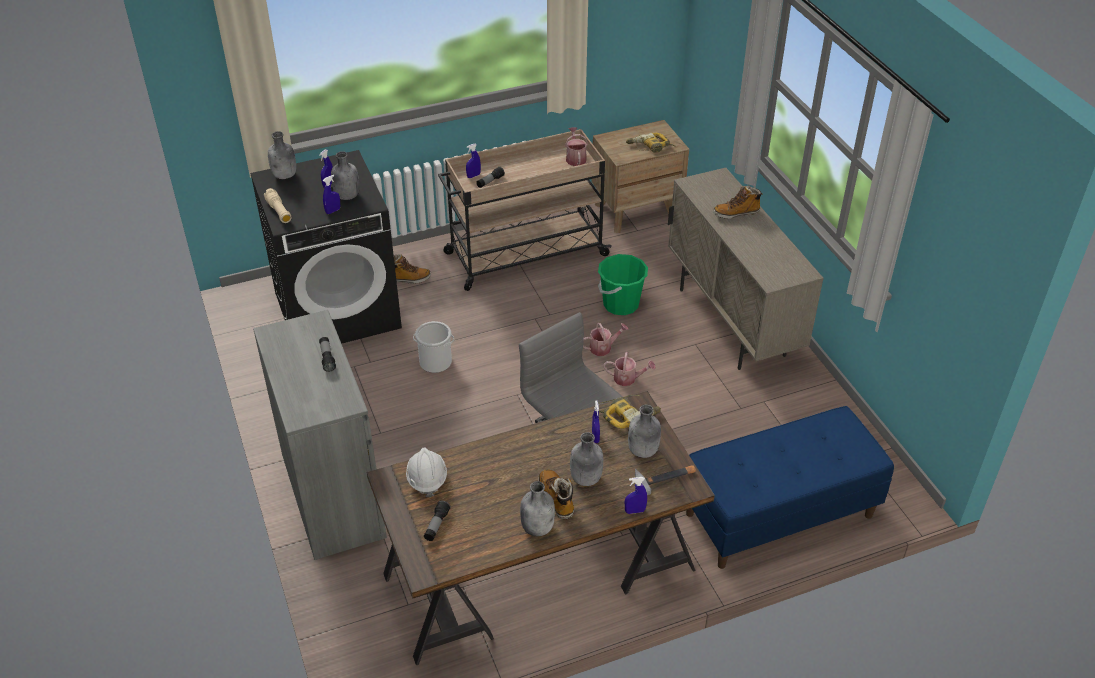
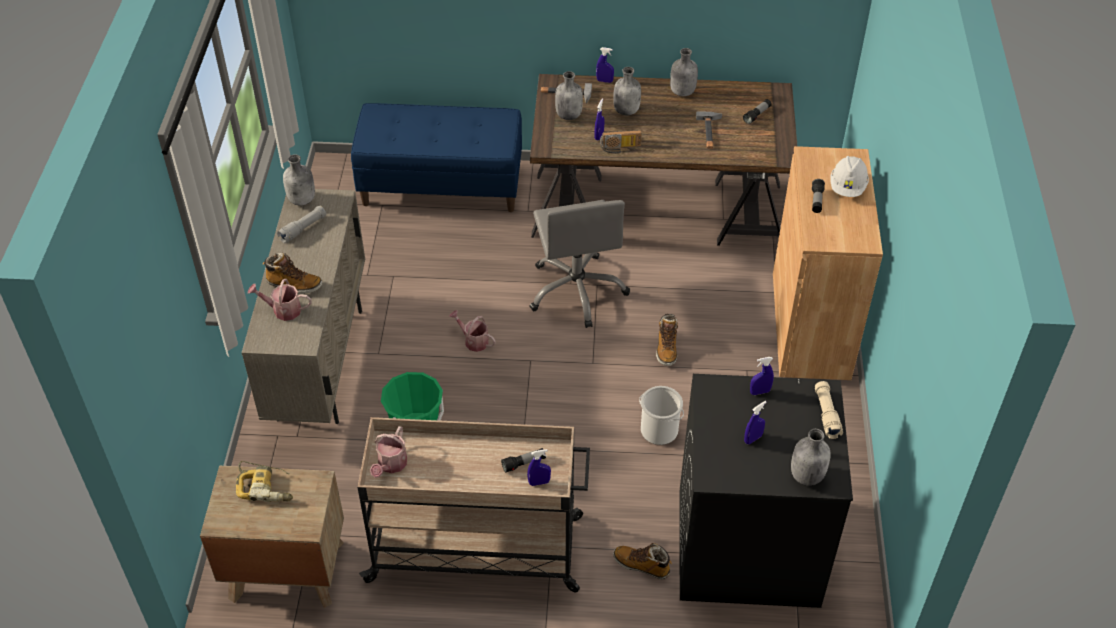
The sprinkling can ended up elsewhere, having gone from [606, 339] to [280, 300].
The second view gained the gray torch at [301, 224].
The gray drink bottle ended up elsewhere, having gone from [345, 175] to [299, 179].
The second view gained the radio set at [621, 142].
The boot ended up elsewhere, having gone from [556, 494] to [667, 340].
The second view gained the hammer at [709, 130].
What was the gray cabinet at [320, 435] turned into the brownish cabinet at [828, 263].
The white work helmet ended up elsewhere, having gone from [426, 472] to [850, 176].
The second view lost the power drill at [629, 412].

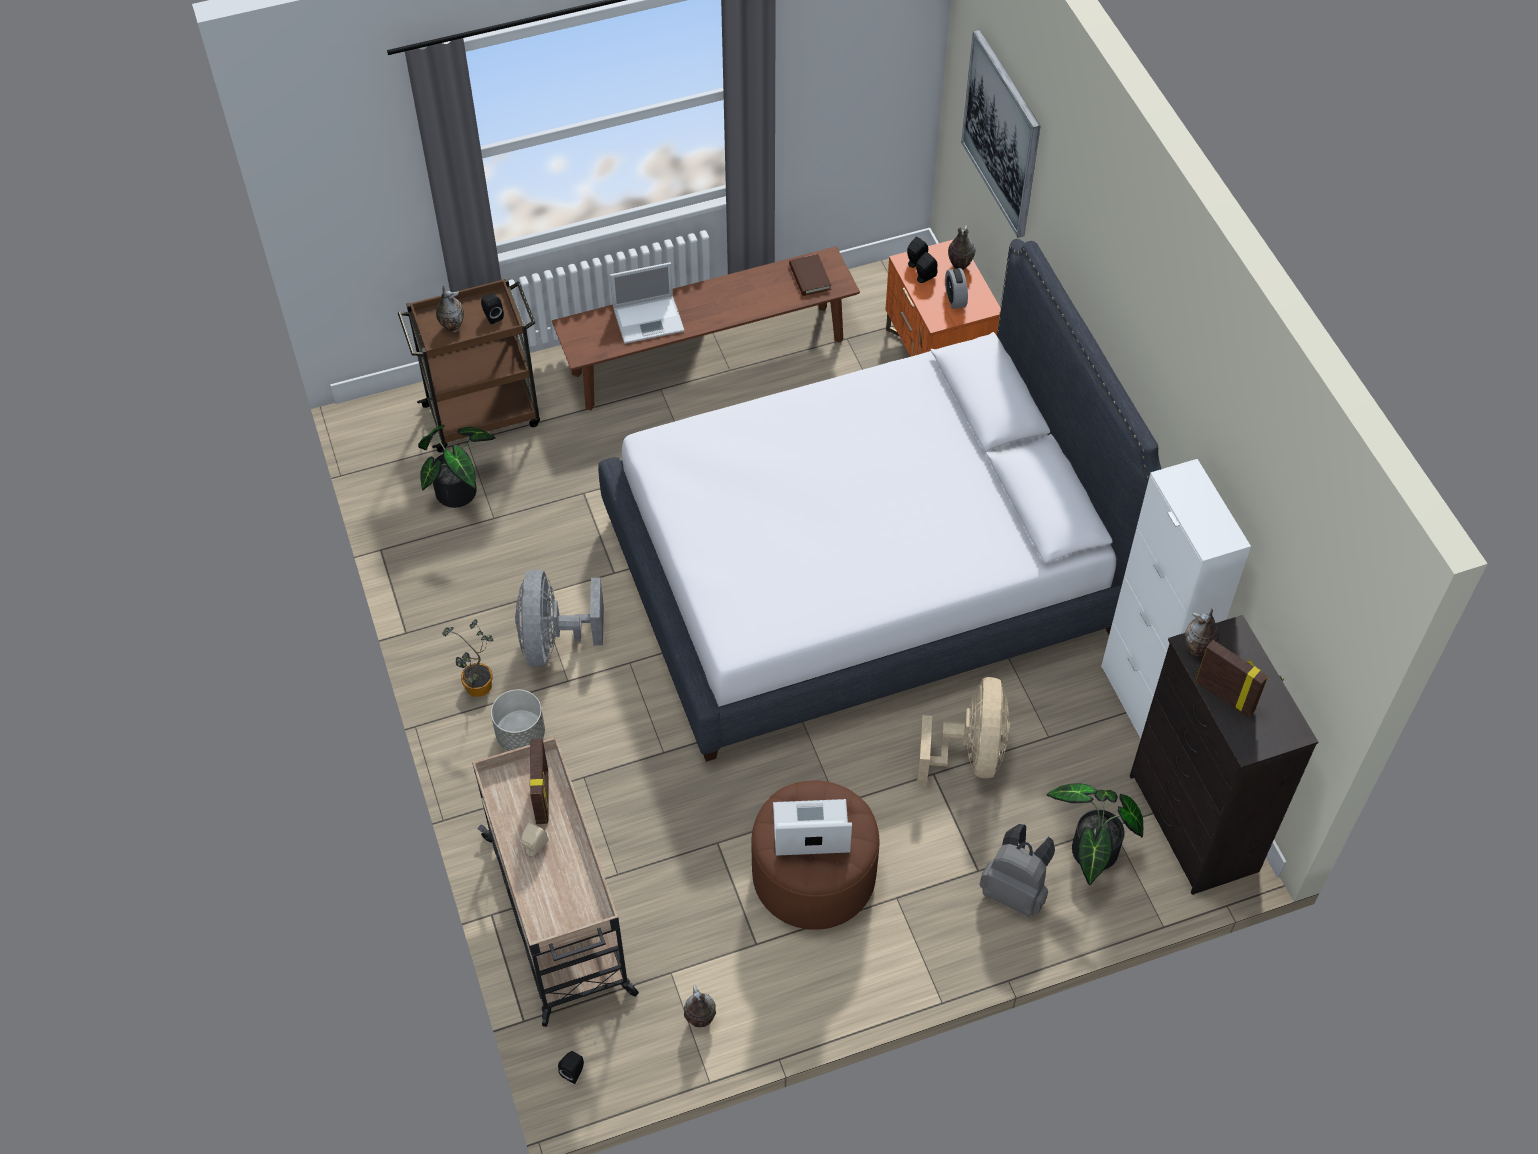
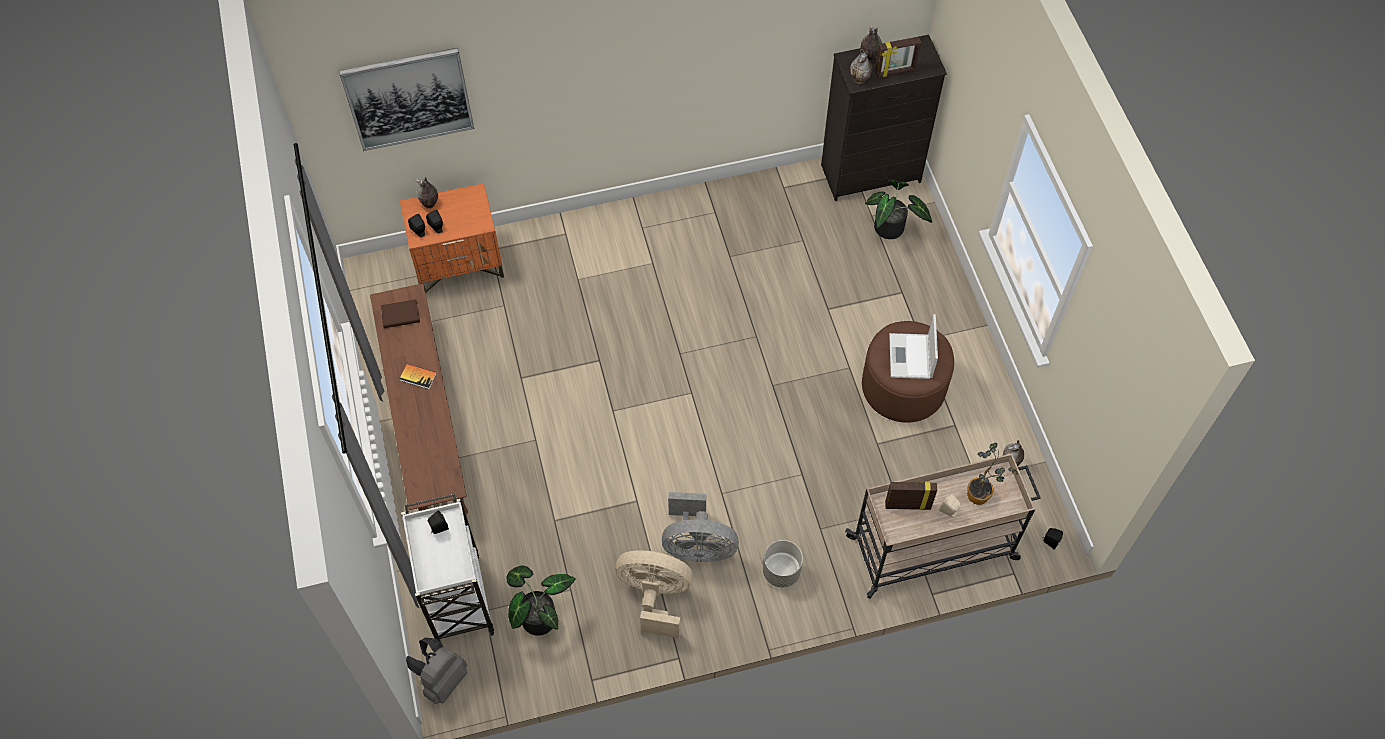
The second view gained the bound book at [418, 376].
What was the brownish wheeled cart at [469, 365] turned into the white wheeled cart at [447, 568].
The gray rucksack ended up elsewhere, having gone from [1017, 870] to [436, 671].
The sand-coloured electric fan ended up elsewhere, having gone from [963, 731] to [653, 594].
The flower vase ended up elsewhere, having gone from [450, 308] to [871, 43].
The photo frame at [1231, 679] ended up facing another way, 150 degrees counterclockwise from before.
The houseplant ended up elsewhere, having gone from [467, 658] to [992, 474].
The second view lost the white bed at [879, 500].
The second view lost the notebook computer at [647, 303].
The second view lost the table clock at [956, 288].
The second view lost the white cabinet at [1176, 599].

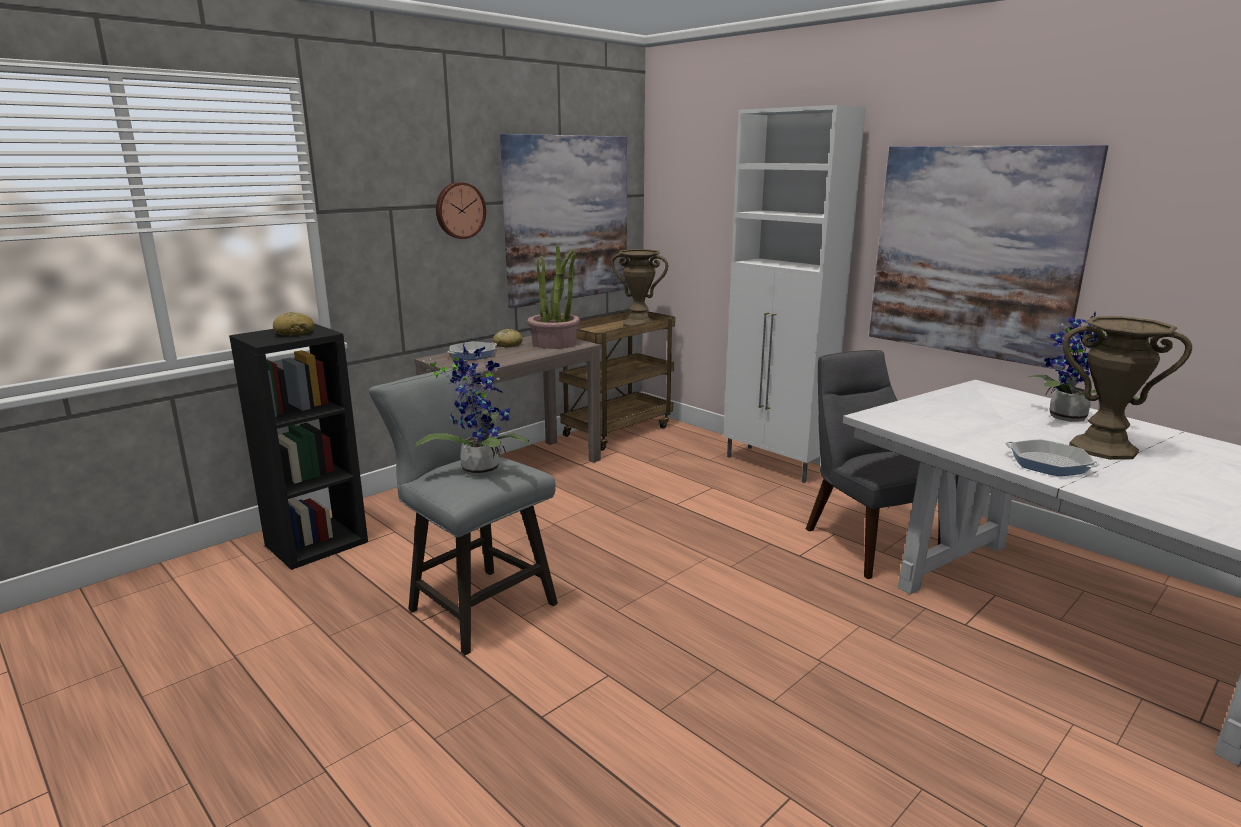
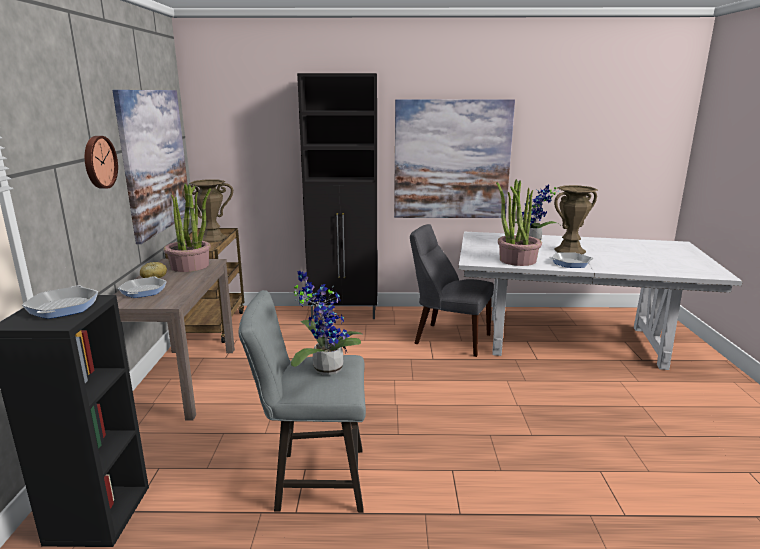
Where the bakery bread stood at [293, 323], the pan came to stand at [60, 302].
What was the white cabinet at [794, 294] turned into the black-coloured cabinet at [337, 196].
The second view gained the houseplant at [519, 222].

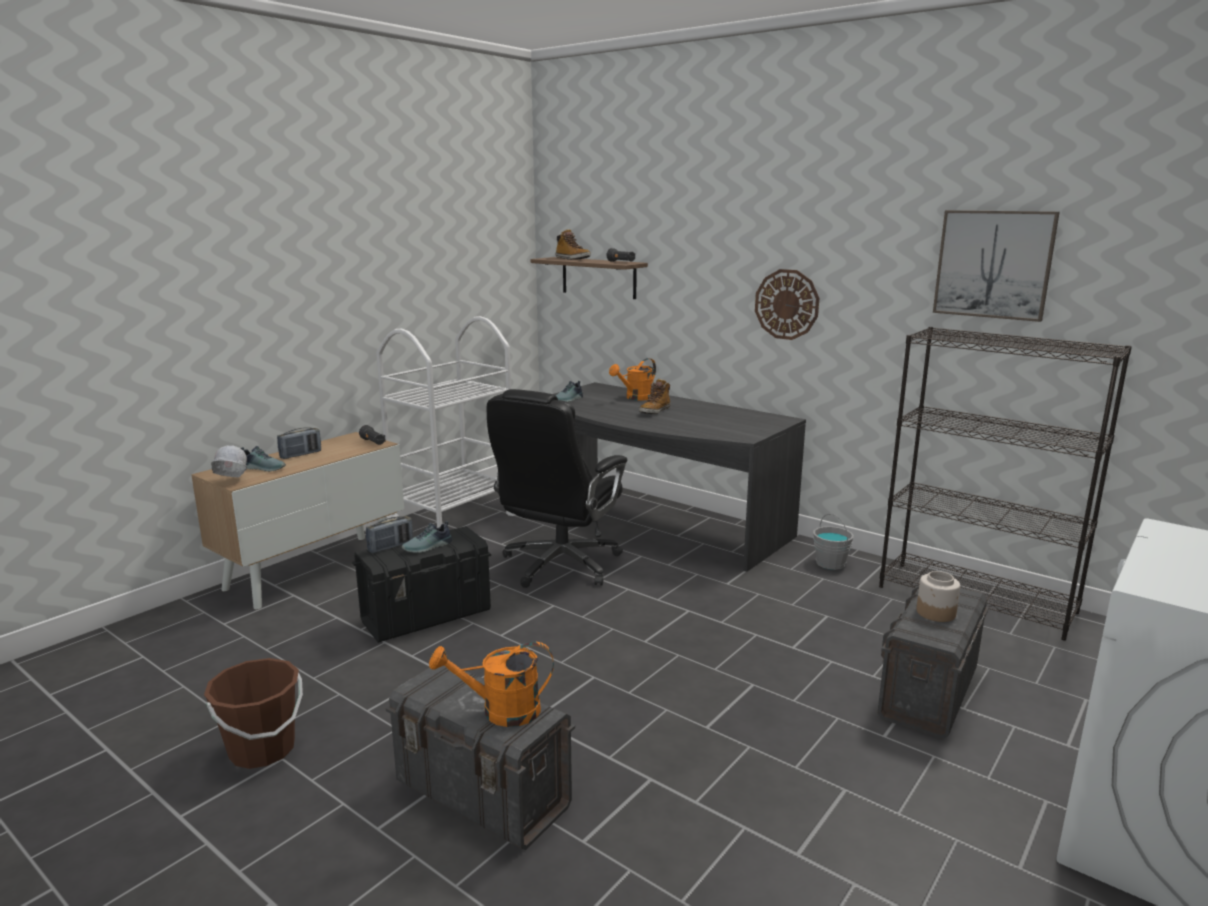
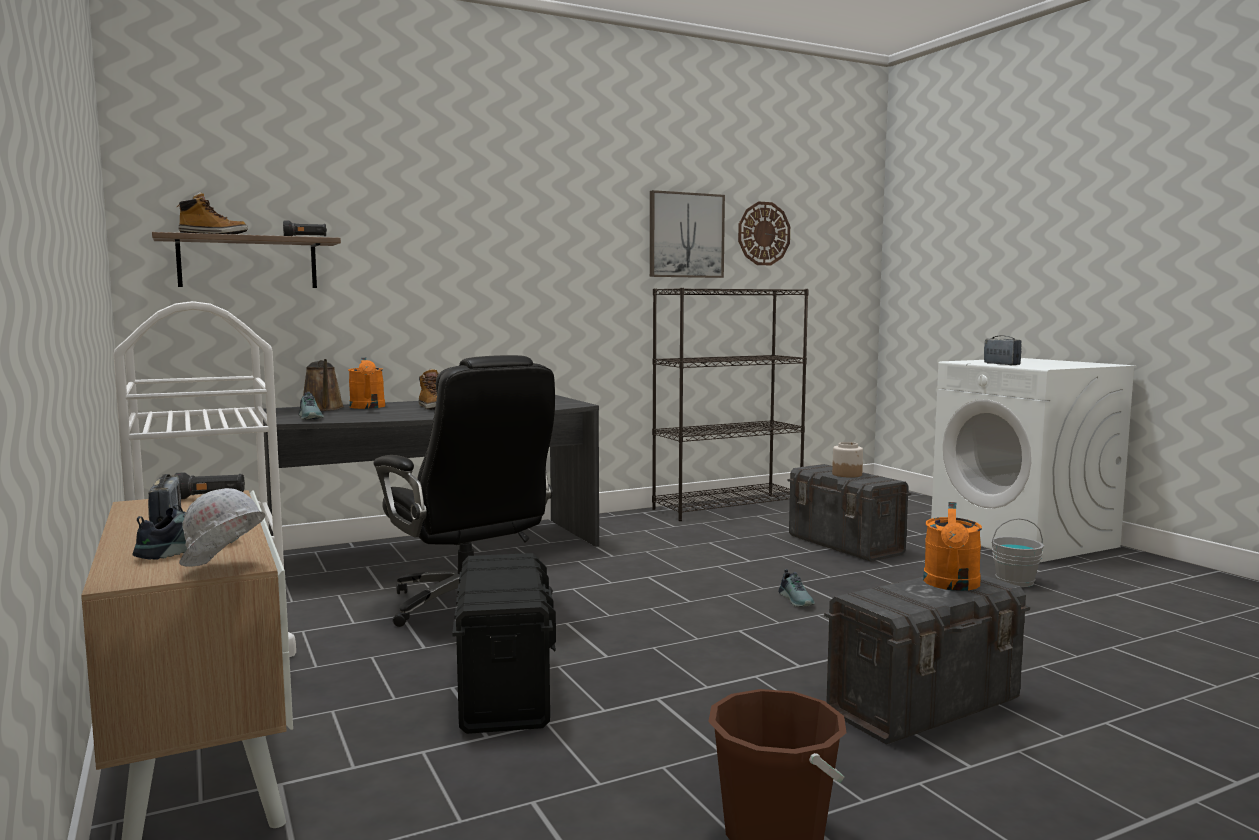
The second view gained the brownish sprinkling can at [323, 385].
The clock on the wall ended up elsewhere, having gone from [787, 304] to [764, 233].
The shoe ended up elsewhere, having gone from [427, 537] to [797, 588].
The radio set ended up elsewhere, having gone from [389, 534] to [1003, 350].
The gray pail ended up elsewhere, having gone from [833, 542] to [1017, 552].

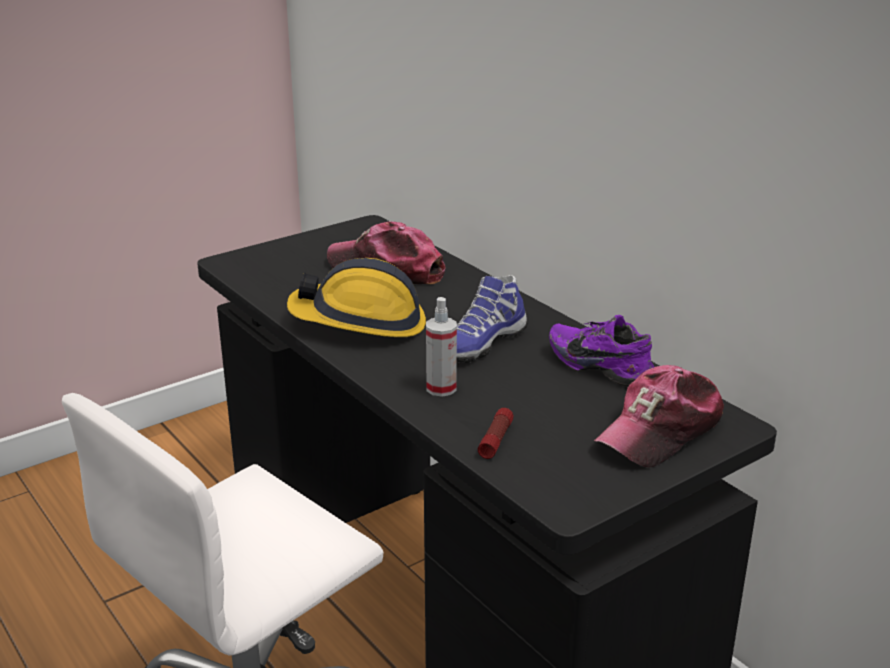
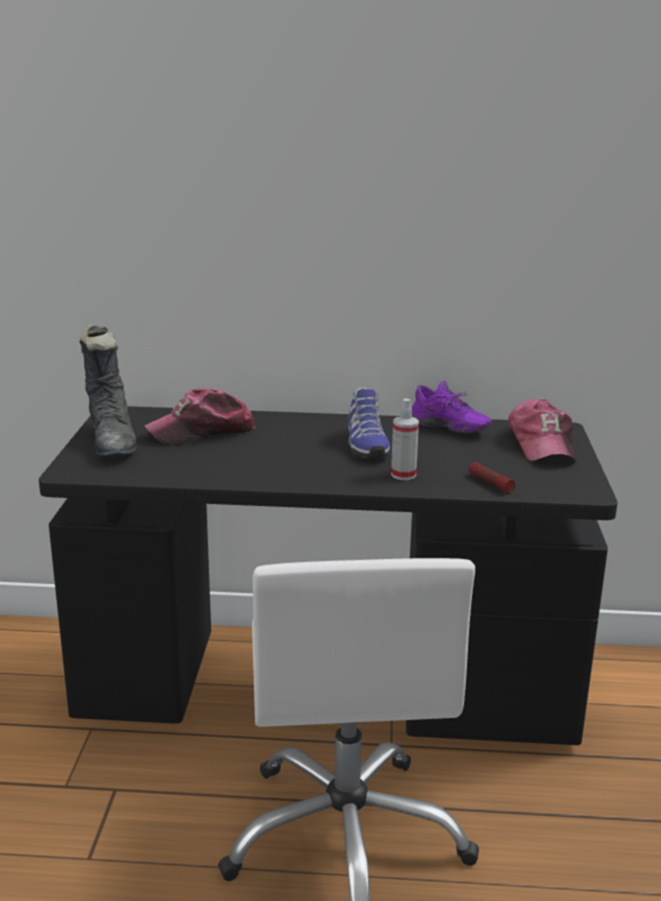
The second view gained the black-coloured boot at [108, 390].
The purple shoe at [601, 350] ended up facing another way, 135 degrees counterclockwise from before.
The second view lost the work helmet at [356, 297].

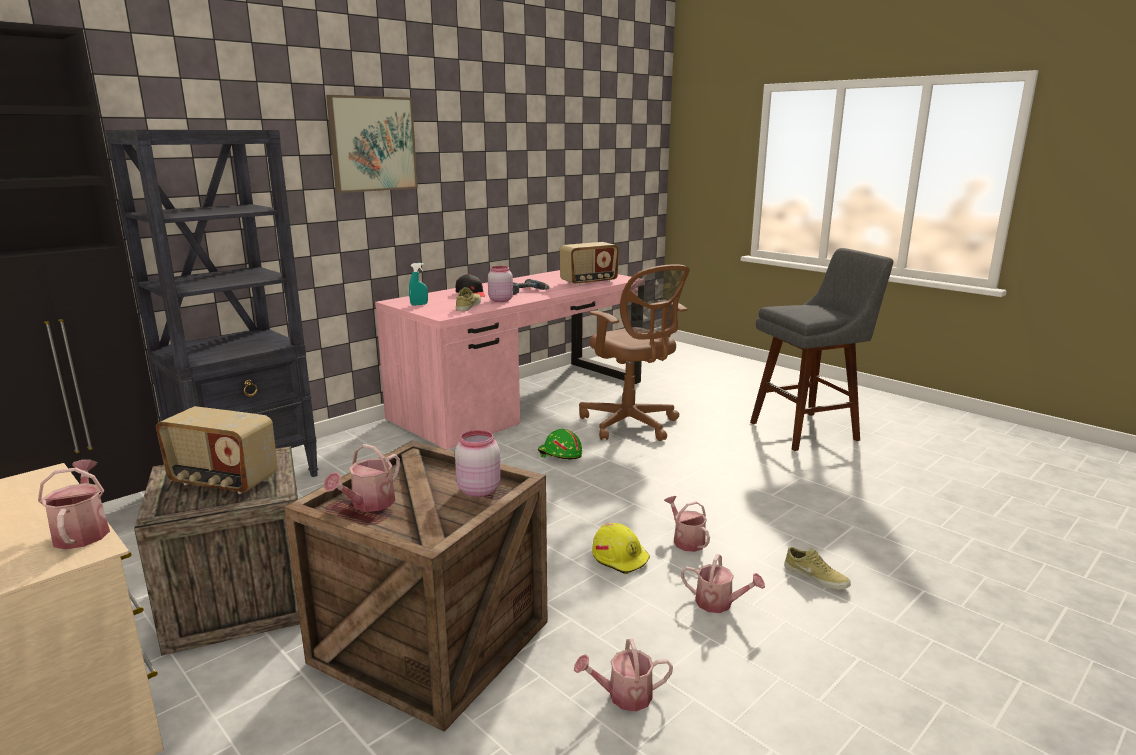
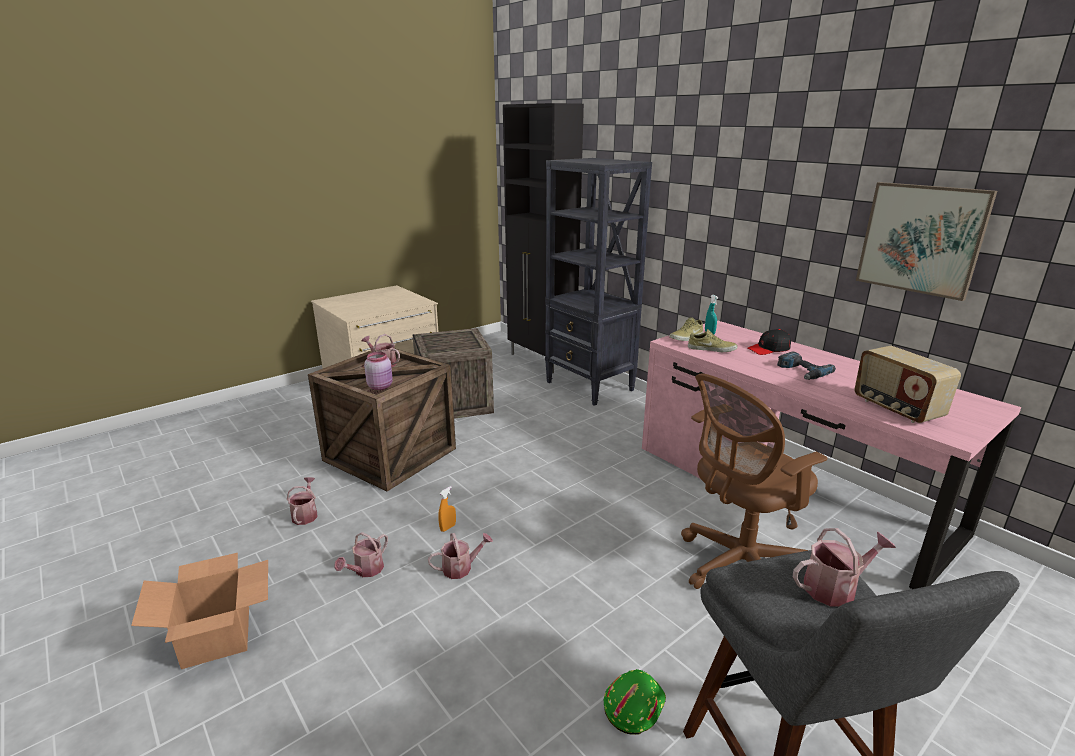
The second view gained the packing box at [199, 611].
Where the yellowish work helmet stood at [621, 548], the orangey sprayer came to stand at [447, 509].
The green-coloured work helmet ended up elsewhere, having gone from [560, 444] to [635, 702].
The sand-coloured shoe ended up elsewhere, having gone from [817, 568] to [686, 329].
The sprinkling can ended up elsewhere, having gone from [74, 504] to [844, 567].
The wall art ended up elsewhere, having gone from [372, 144] to [926, 241].
The second view lost the radio set at [217, 450].
The second view lost the pink preserve jar at [500, 284].

